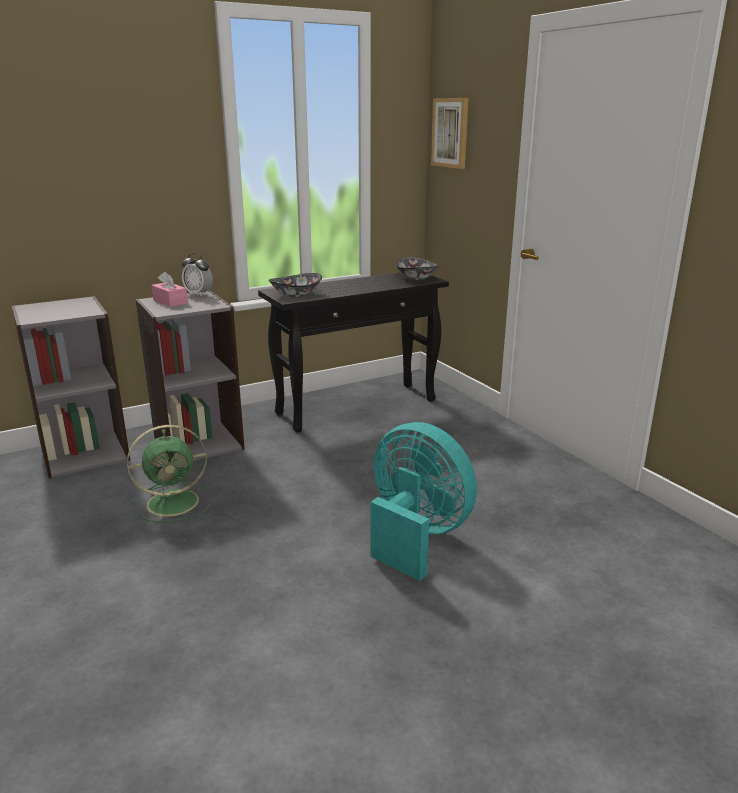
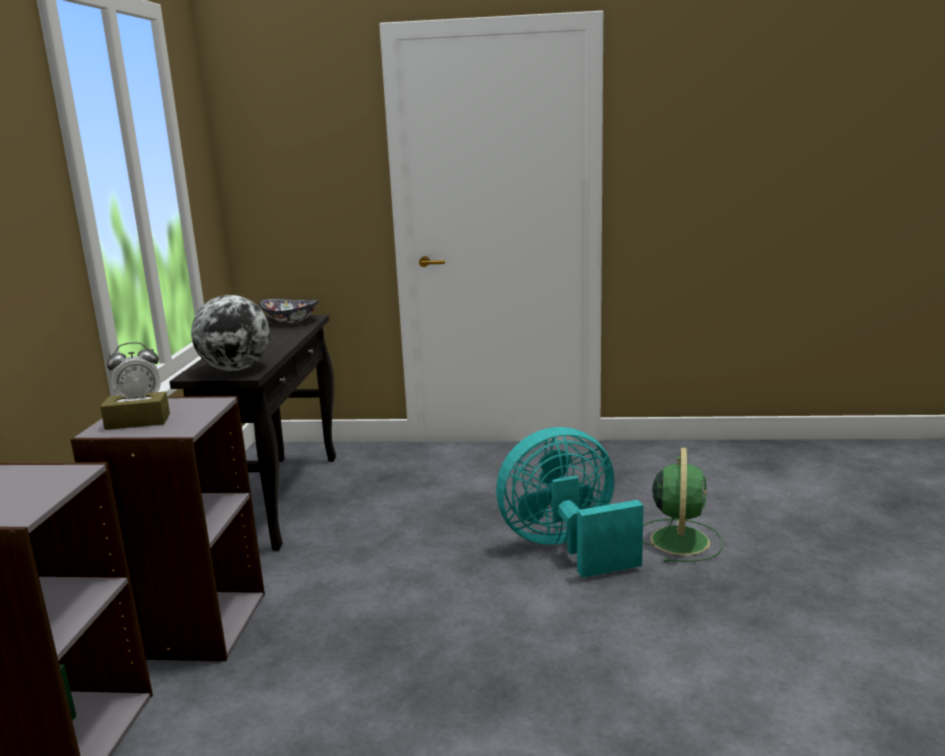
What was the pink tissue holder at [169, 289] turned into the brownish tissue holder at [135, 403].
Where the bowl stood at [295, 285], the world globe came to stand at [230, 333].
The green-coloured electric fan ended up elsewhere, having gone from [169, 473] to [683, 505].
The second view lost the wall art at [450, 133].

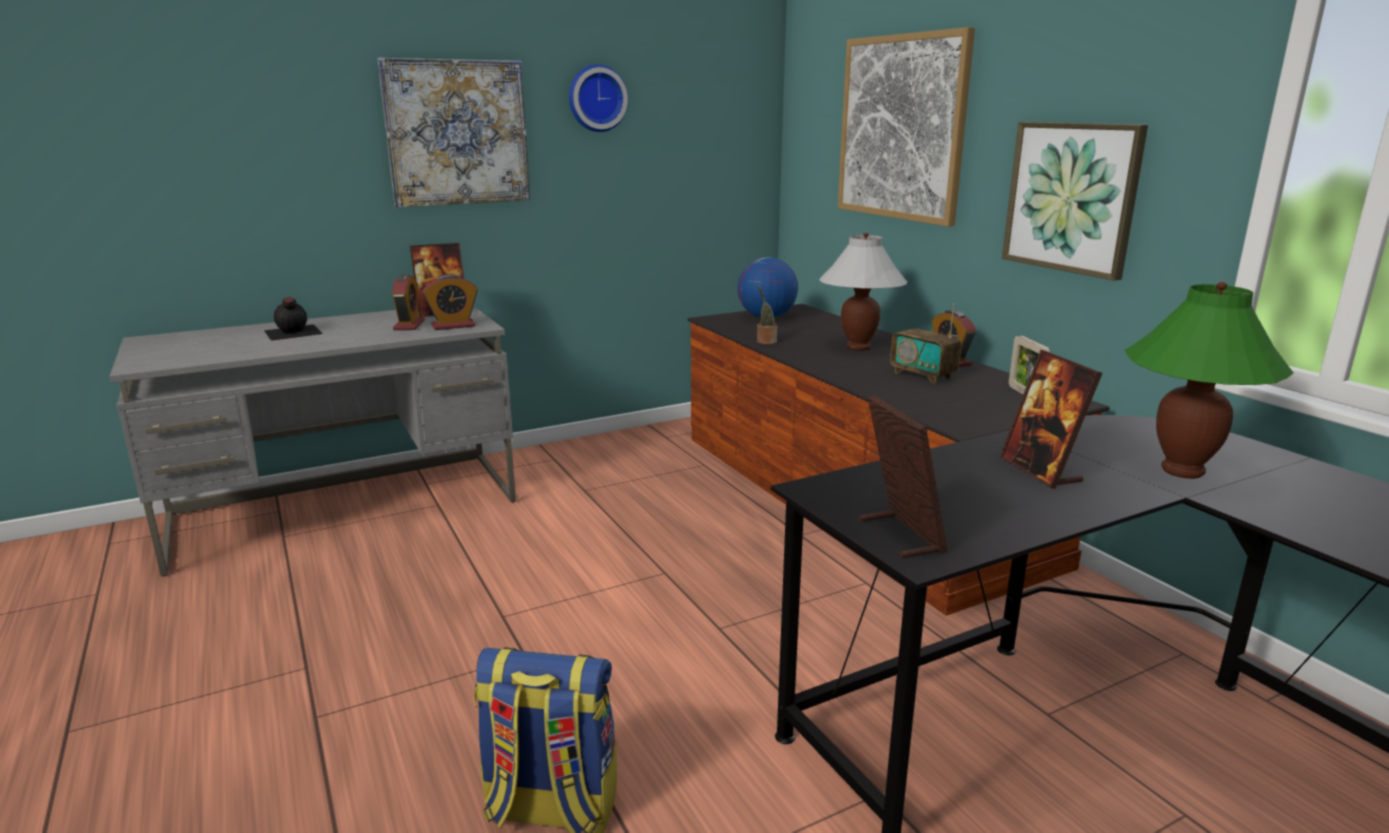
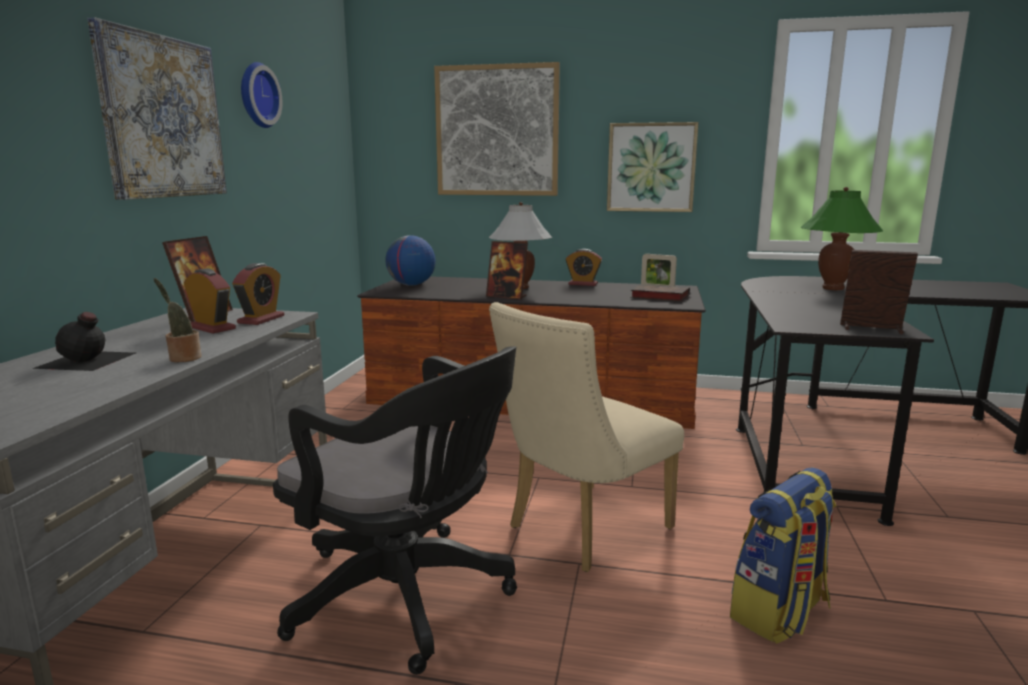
The houseplant ended up elsewhere, having gone from [767, 315] to [178, 320].
The second view gained the black-coloured computer chair at [395, 510].
The photo frame ended up elsewhere, having gone from [1050, 419] to [507, 270].
The second view gained the sand-coloured upright chair at [586, 437].
The second view gained the bound book at [660, 292].
The second view lost the radio set at [925, 343].

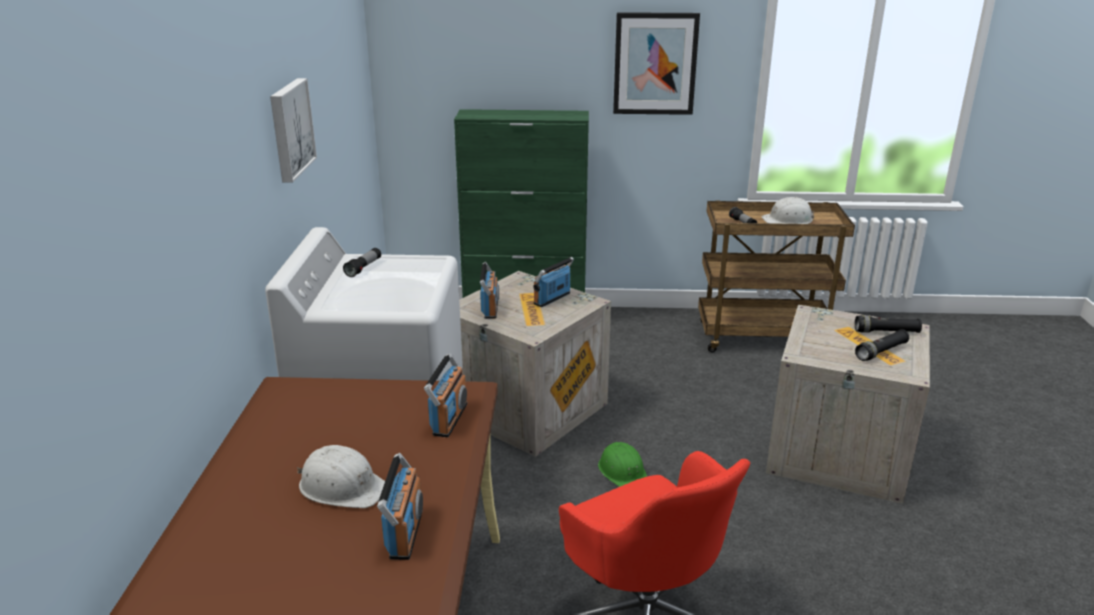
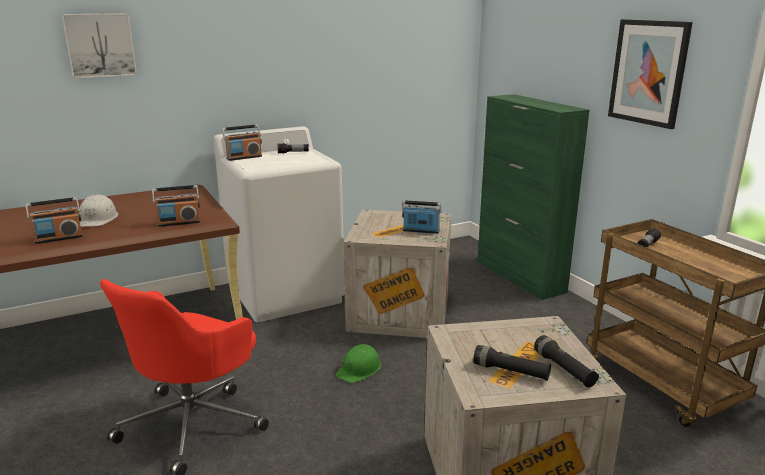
The wall art ended up elsewhere, having gone from [293, 130] to [99, 46].
The radio set ended up elsewhere, having gone from [489, 290] to [242, 142].
The second view lost the white work helmet at [787, 210].

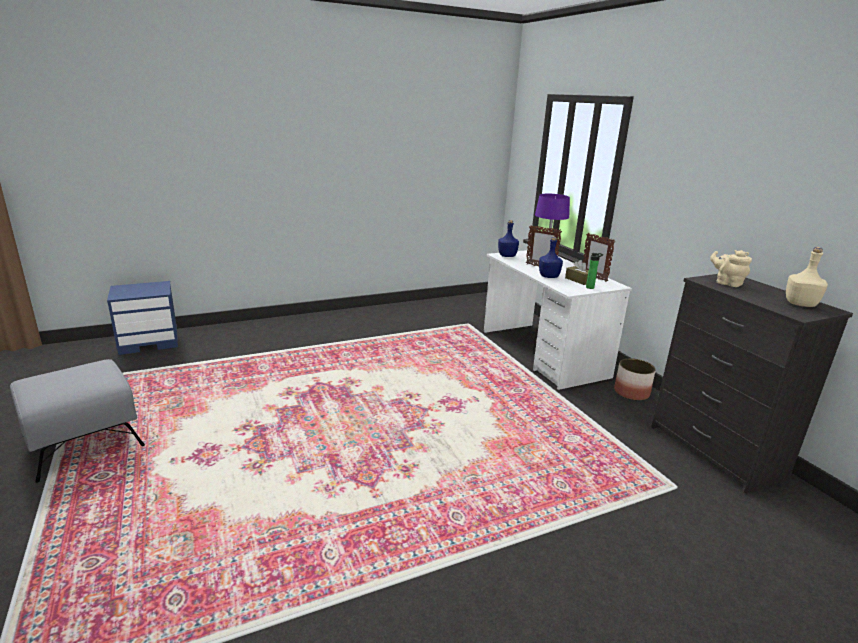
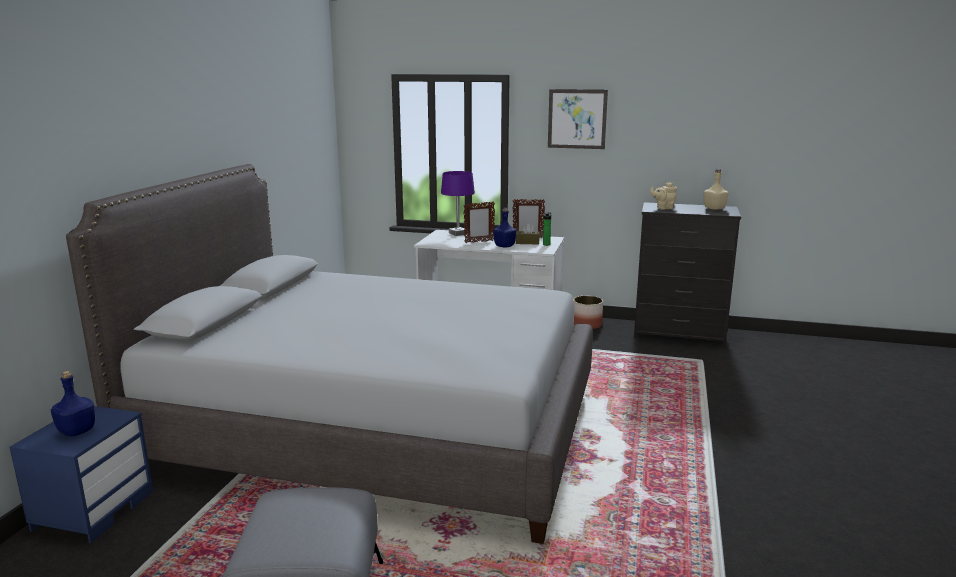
The bluish drink bottle ended up elsewhere, having gone from [508, 238] to [73, 404].
The second view gained the gray bed at [329, 354].
The second view gained the wall art at [578, 119].

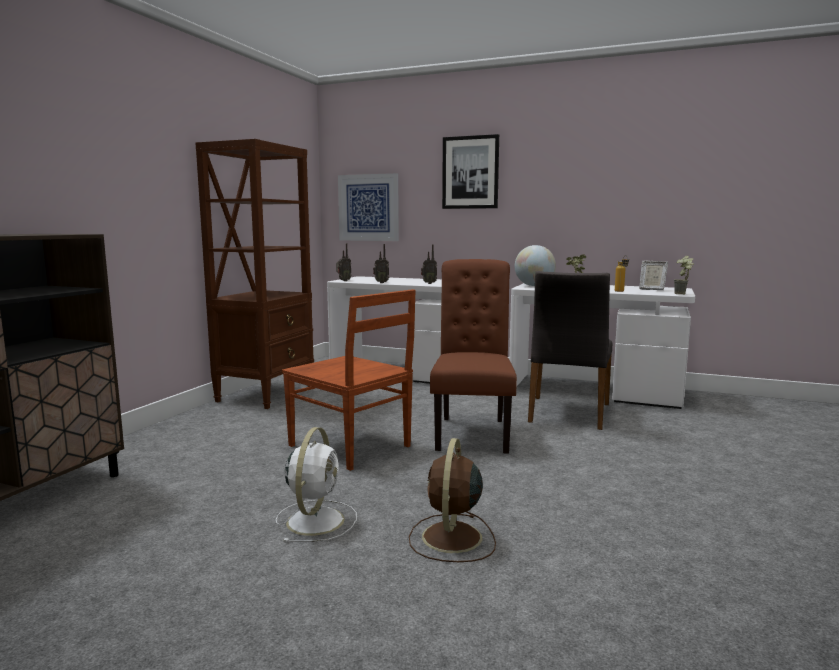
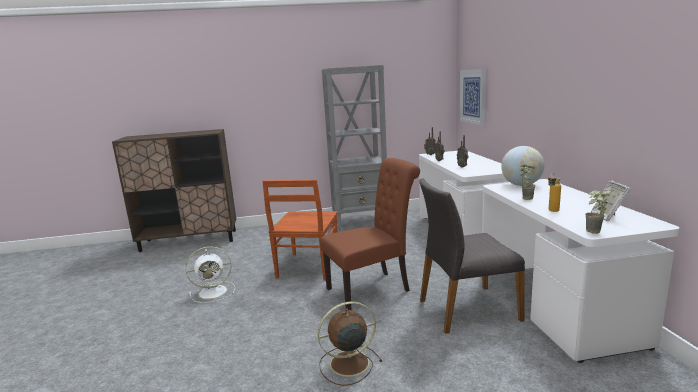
The brownish electric fan ended up elsewhere, having gone from [452, 500] to [350, 343].
What was the brownish shelving unit at [254, 274] turned into the gray shelving unit at [354, 148].
The second view lost the wall art at [470, 171].

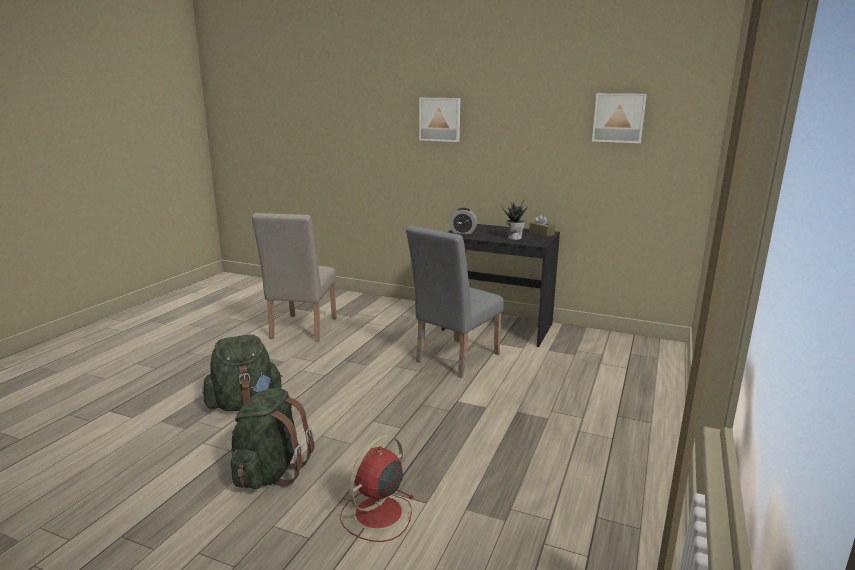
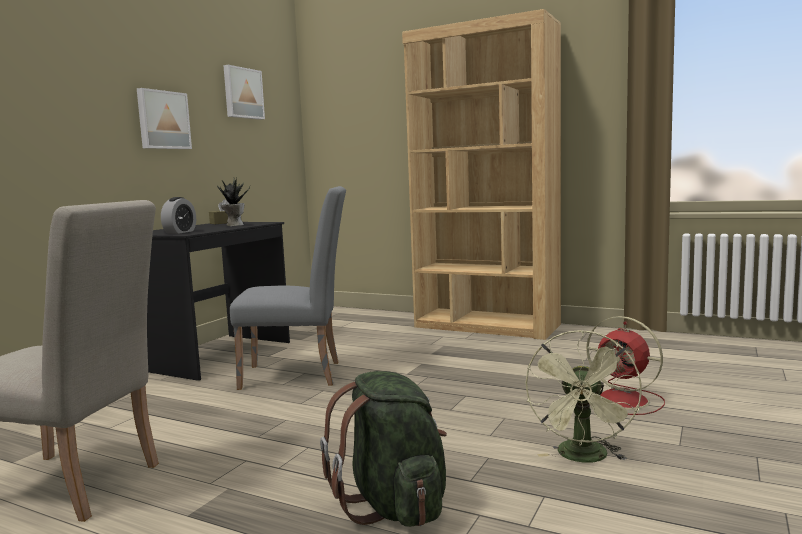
The wall art ended up elsewhere, having gone from [440, 120] to [164, 118].
The gray upright chair at [455, 302] ended up facing another way, 45 degrees counterclockwise from before.
The second view gained the brownish shelving unit at [481, 174].
Where the green-coloured rucksack stood at [272, 438], the green-coloured electric fan came to stand at [583, 396].

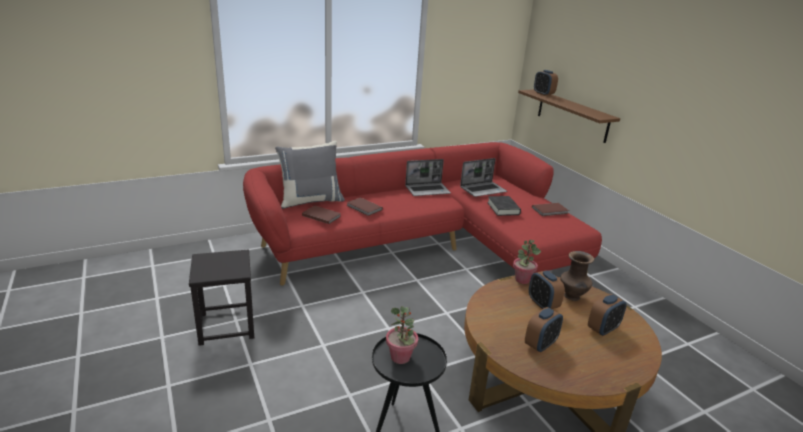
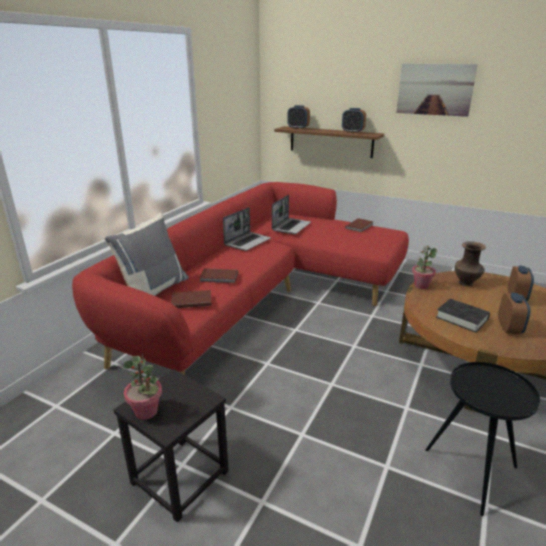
The houseplant ended up elsewhere, having gone from [402, 335] to [142, 387].
The table clock ended up elsewhere, having gone from [547, 289] to [354, 120].
The second view gained the wall art at [437, 90].
The black-coloured bound book ended up elsewhere, having gone from [504, 206] to [463, 316].

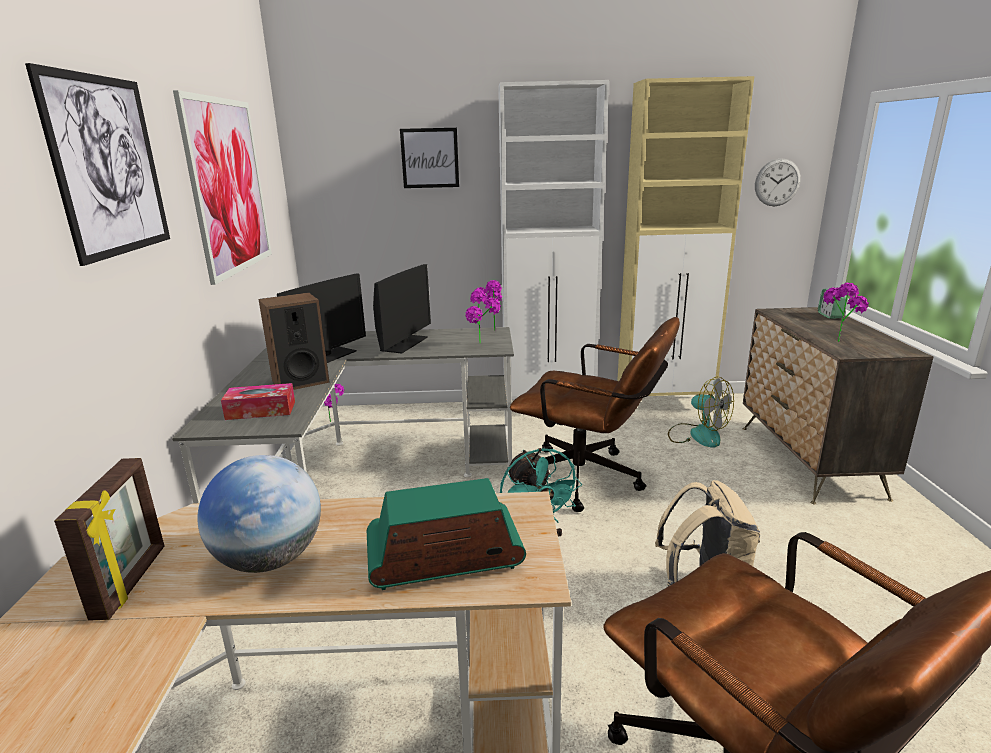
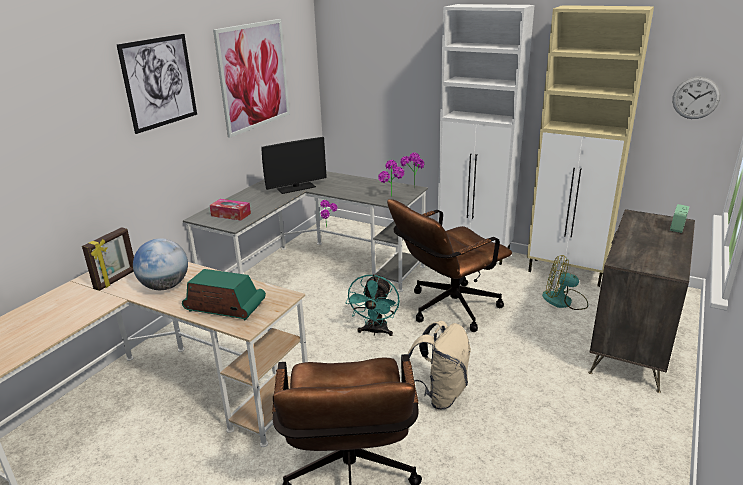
The brownish computer chair at [595, 414] ended up facing another way, 90 degrees clockwise from before.
The electric fan at [701, 412] ended up facing another way, 120 degrees clockwise from before.
The second view lost the audio speaker at [294, 341].
The second view lost the computer display at [402, 309].
The second view lost the wall art at [429, 158].
The second view lost the houseplant at [846, 312].

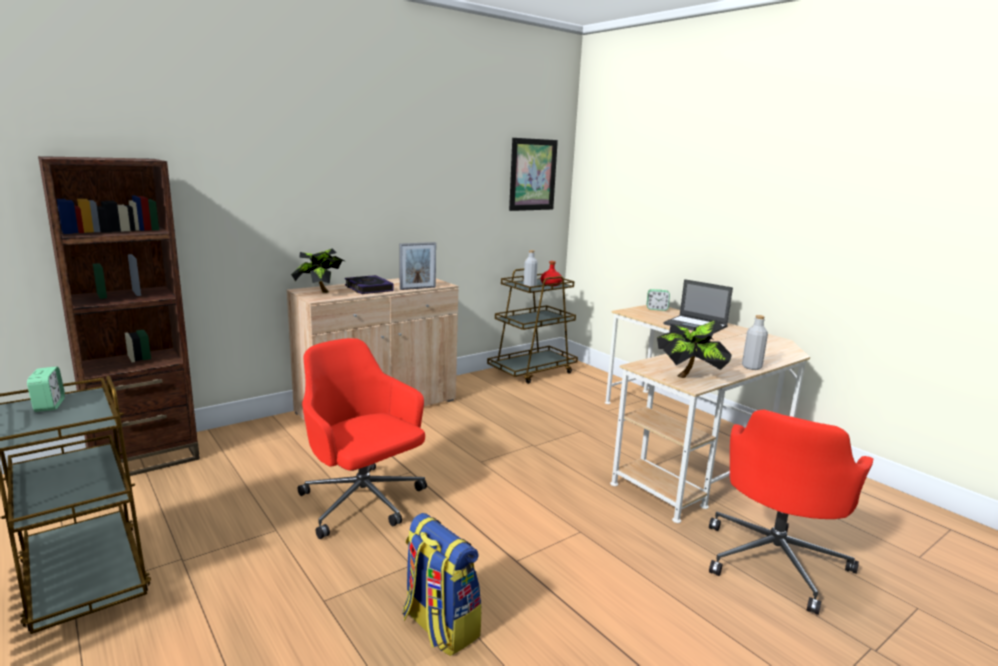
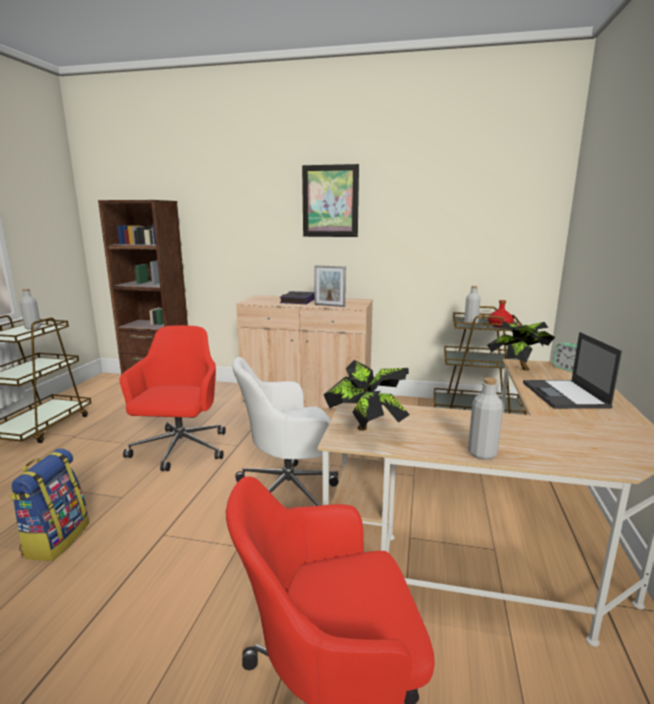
Where the table clock stood at [46, 389], the gray drink bottle came to stand at [30, 309].
The second view gained the white computer chair at [285, 431].
The wall art ended up elsewhere, having gone from [533, 174] to [330, 200].
The houseplant ended up elsewhere, having gone from [317, 271] to [521, 346].

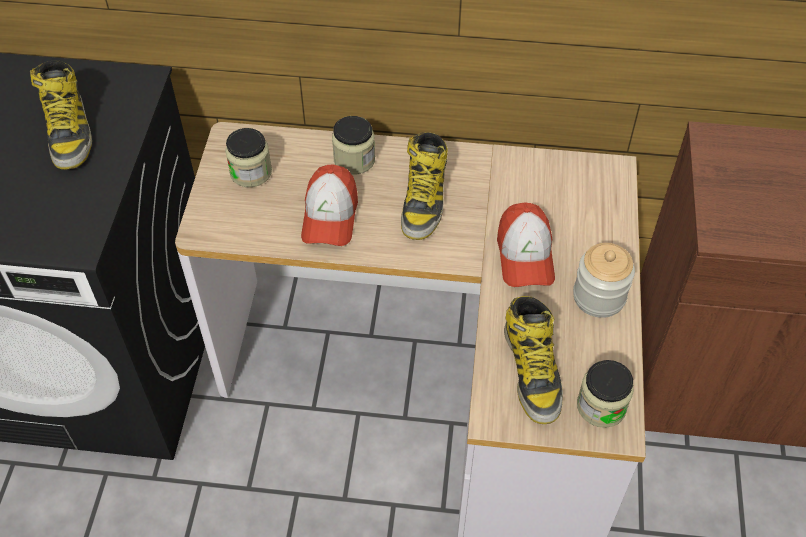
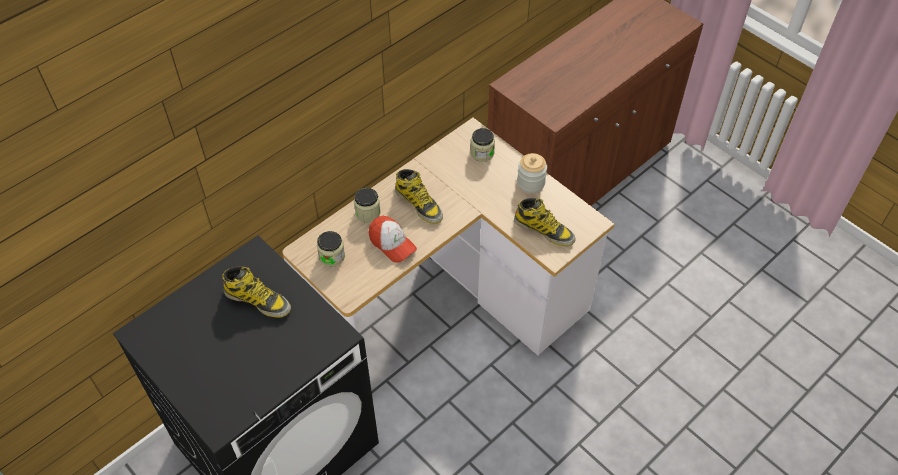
The preserve jar ended up elsewhere, having gone from [605, 394] to [482, 145].
The second view lost the cap at [526, 244].

